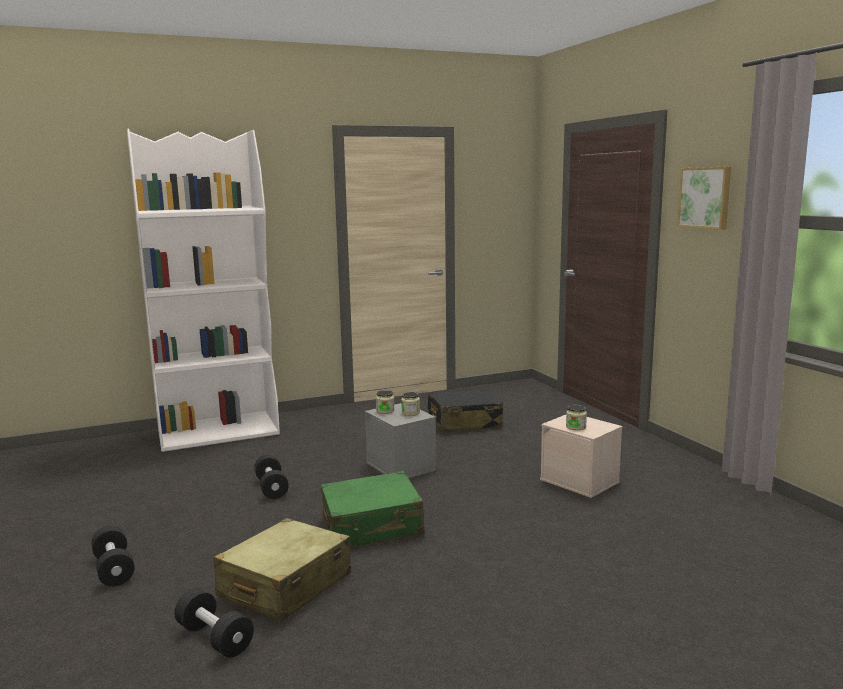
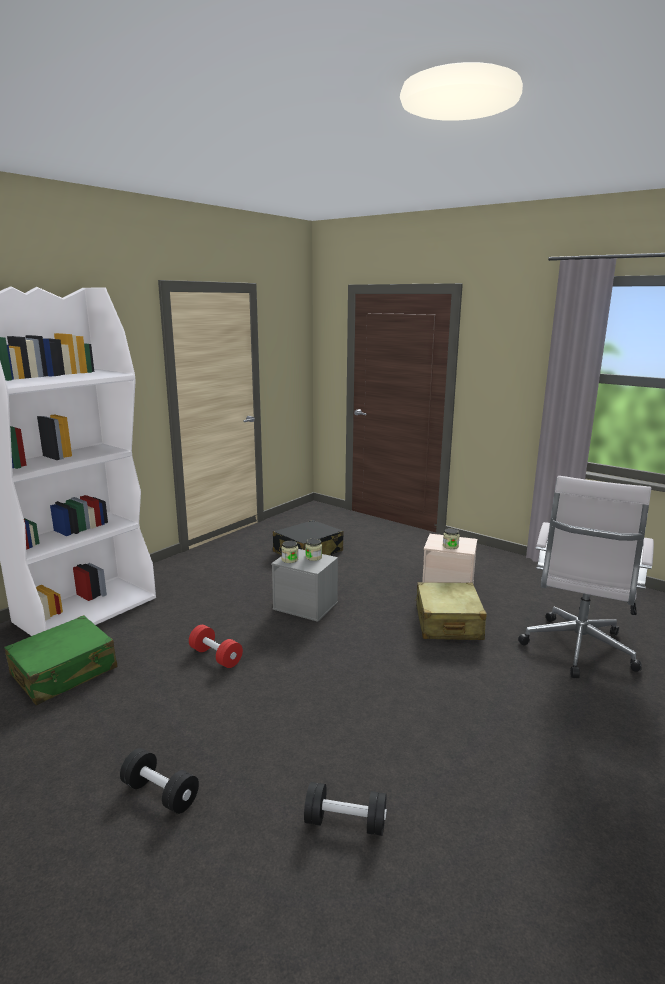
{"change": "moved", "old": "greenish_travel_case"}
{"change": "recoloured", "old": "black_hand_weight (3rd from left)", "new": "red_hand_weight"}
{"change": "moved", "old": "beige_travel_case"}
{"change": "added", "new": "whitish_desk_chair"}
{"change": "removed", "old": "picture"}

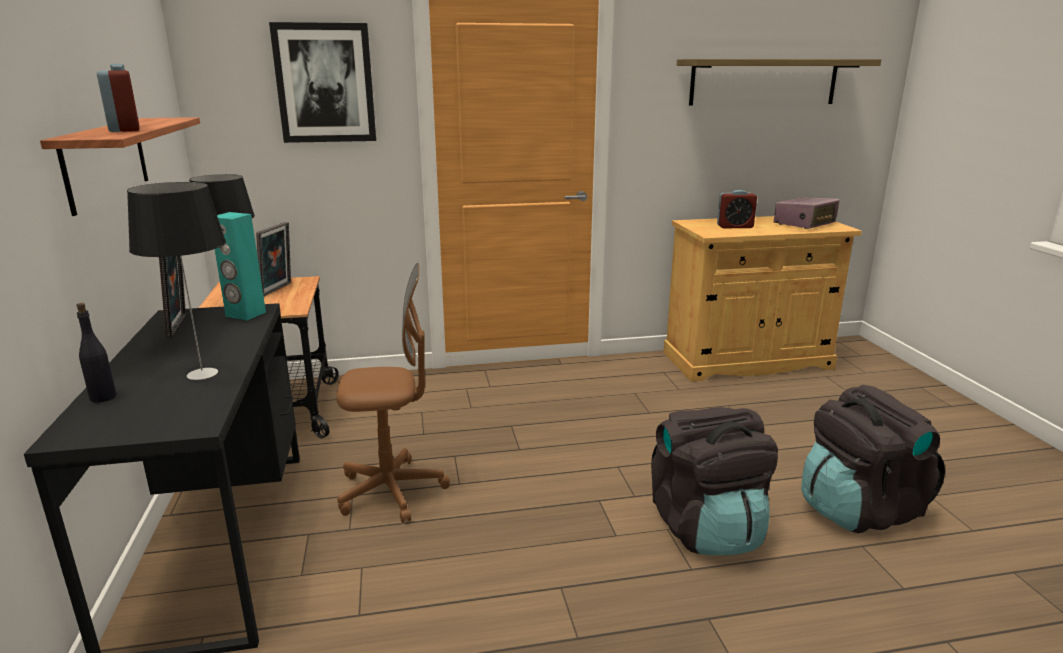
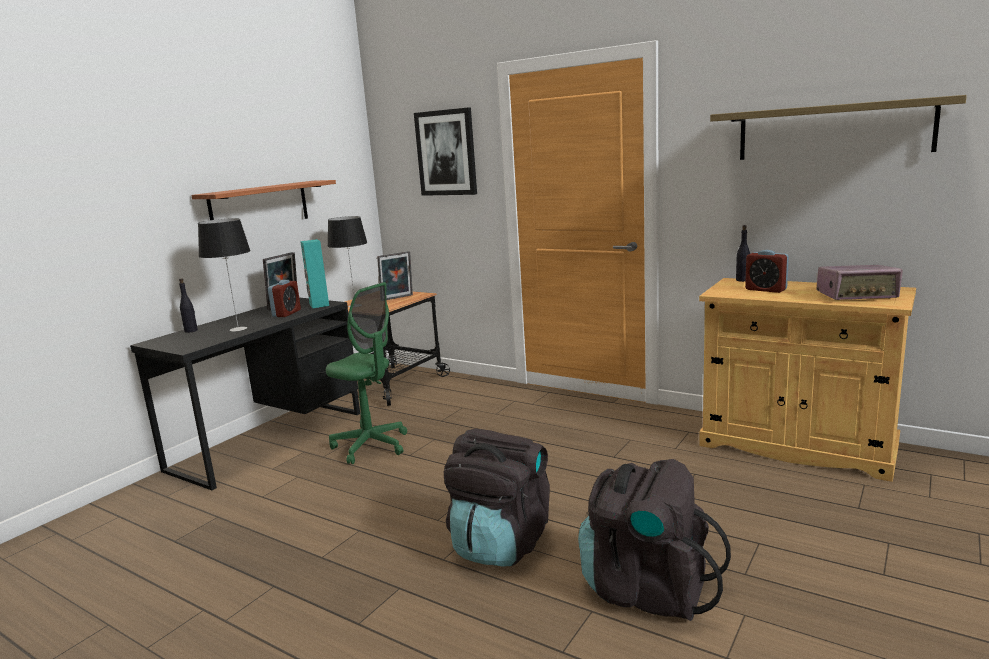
{"change": "moved", "old": "bedside_clock (1st from left)"}
{"change": "recoloured", "old": "brown-coloured_desk_chair", "new": "greenish_desk_chair"}
{"change": "added", "new": "black_bottle (2nd from left)"}

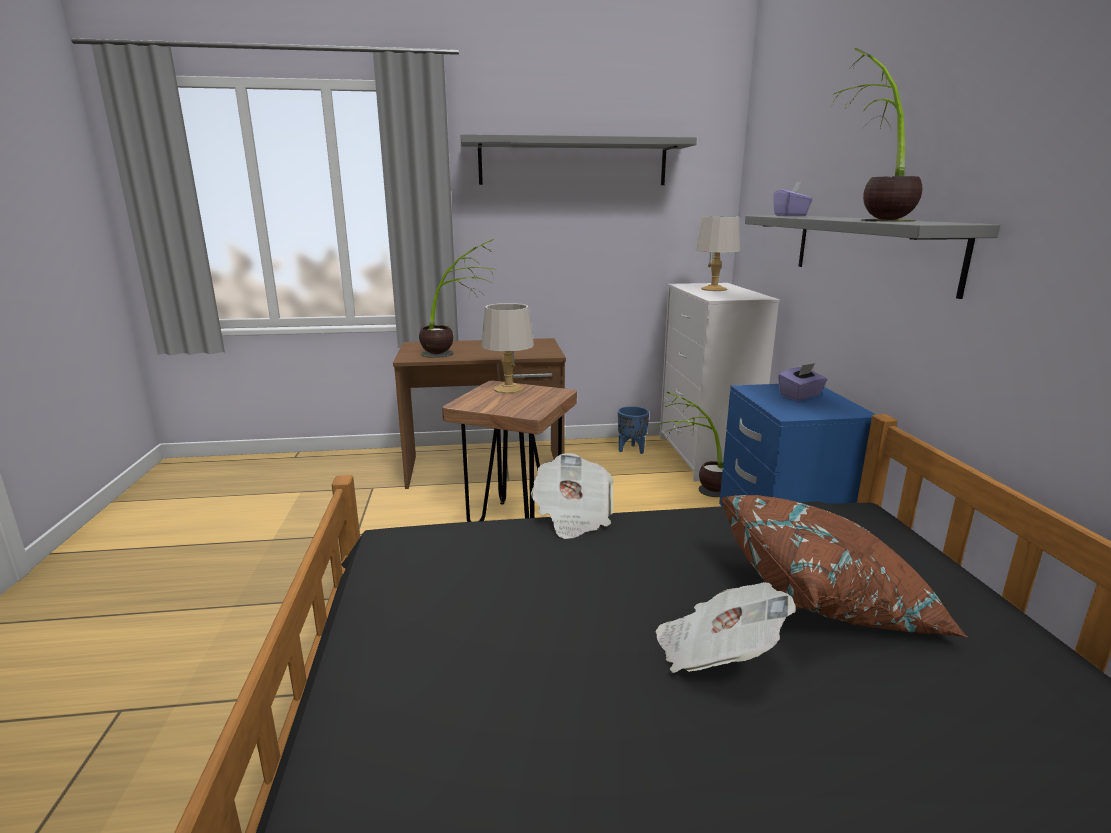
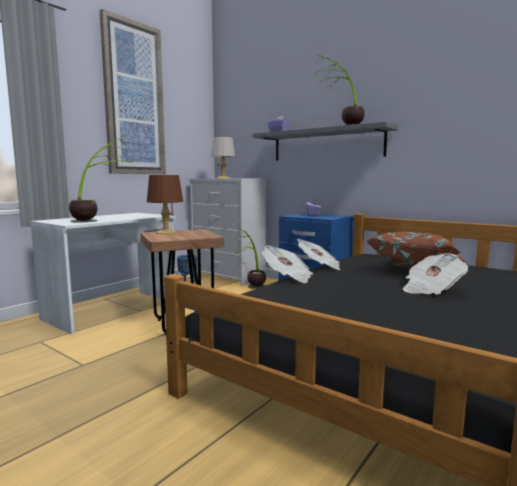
{"change": "recoloured", "old": "brown-coloured_desk_table", "new": "whitish_desk_table"}
{"change": "replaced", "old": "greyish_bracket_shelf (1st from left)", "new": "picture"}
{"change": "recoloured", "old": "greyish_table_lamp (1st from left)", "new": "brown-coloured_table_lamp"}
{"change": "added", "new": "daily_paper (2nd from left)"}

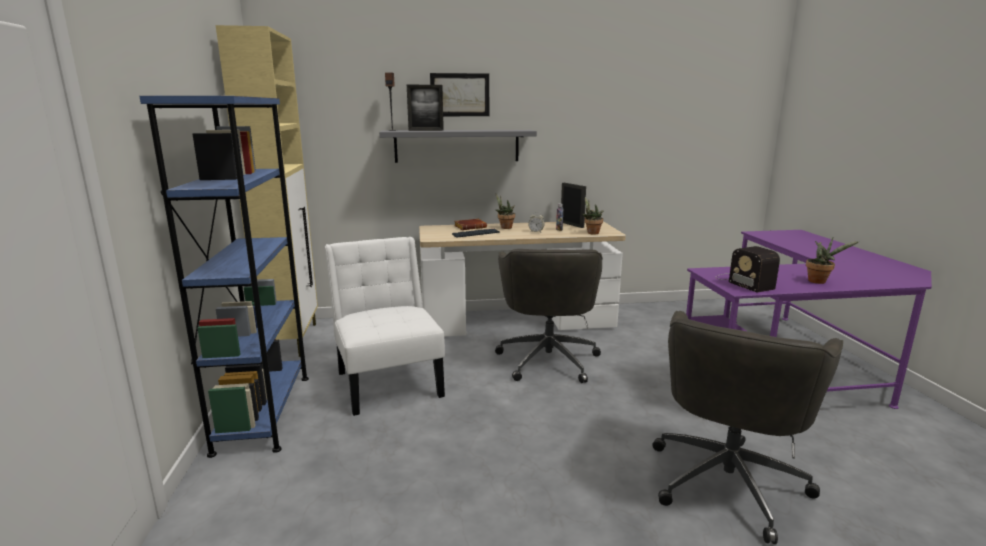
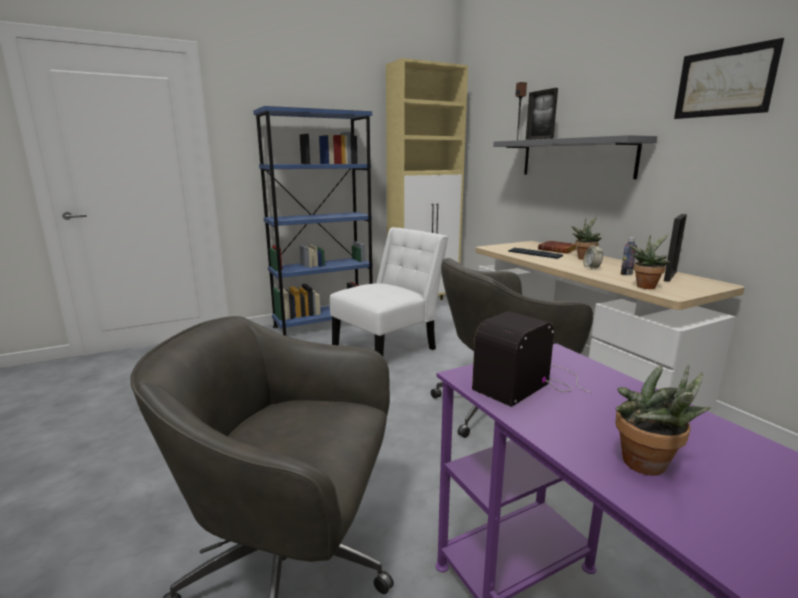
{"change": "moved", "old": "picture"}

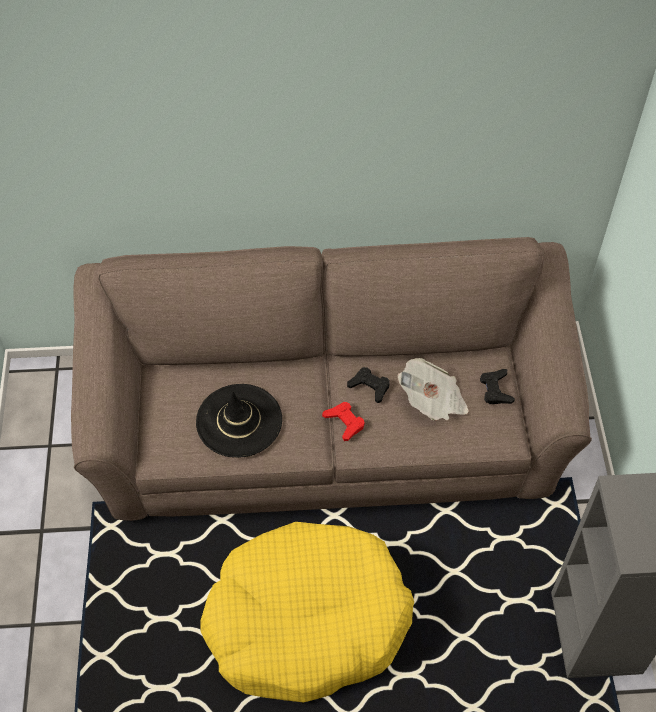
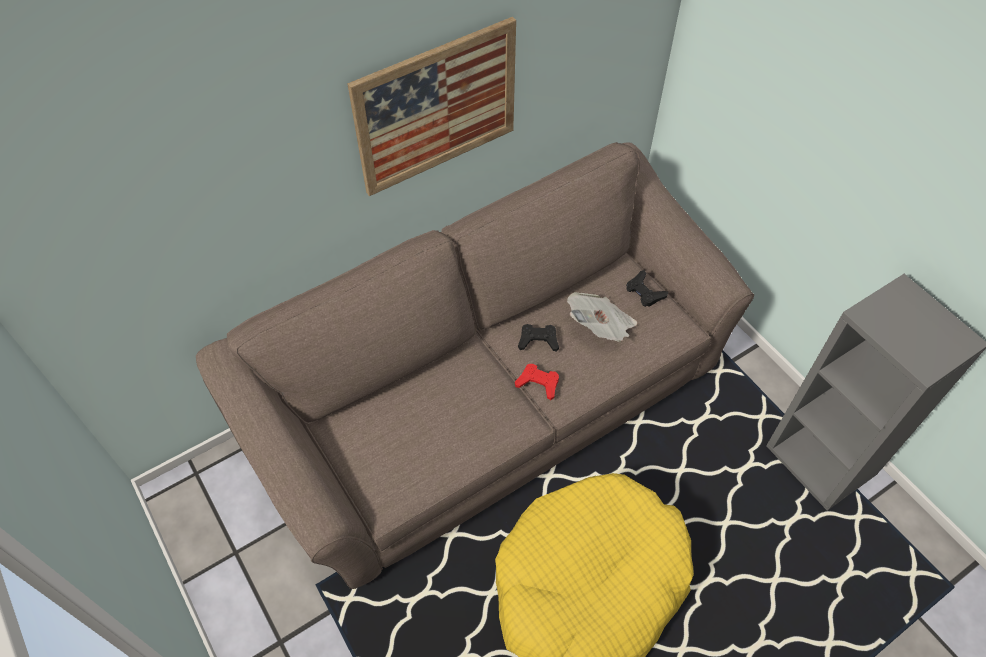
{"change": "added", "new": "picture"}
{"change": "removed", "old": "black_hat"}

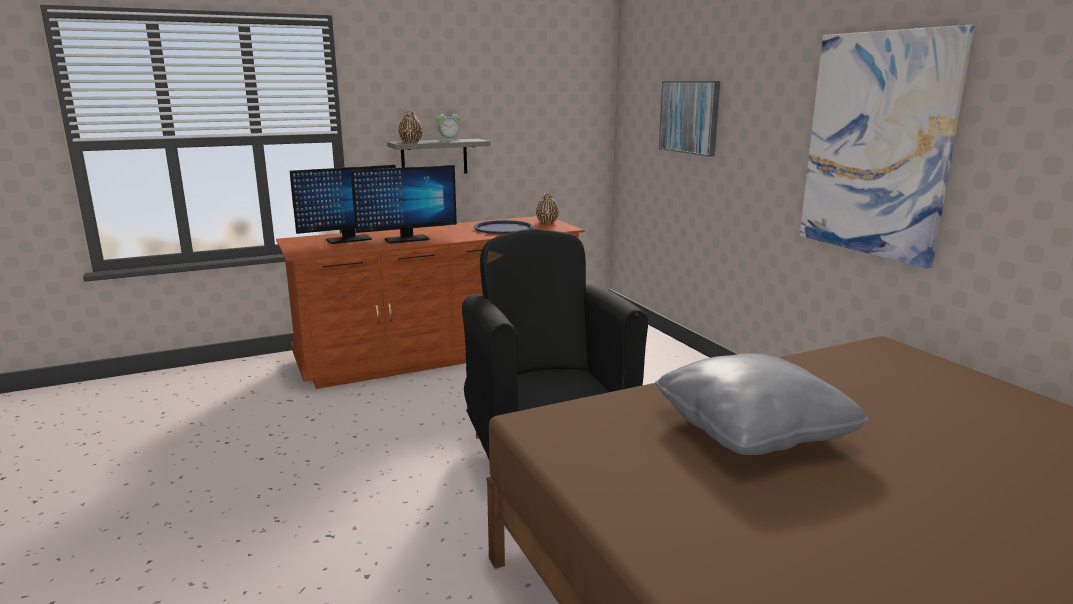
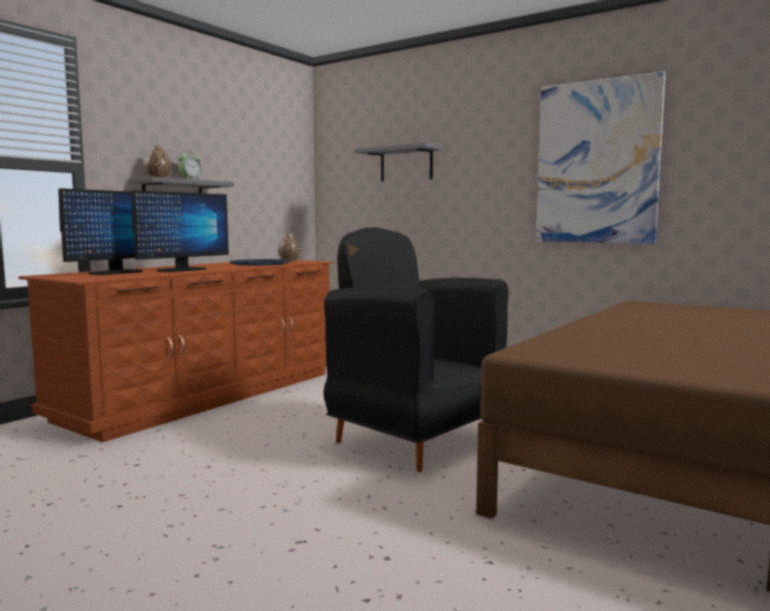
{"change": "replaced", "old": "picture (1st from left)", "new": "greyish_bracket_shelf (2nd from left)"}
{"change": "removed", "old": "greyish_pillow"}

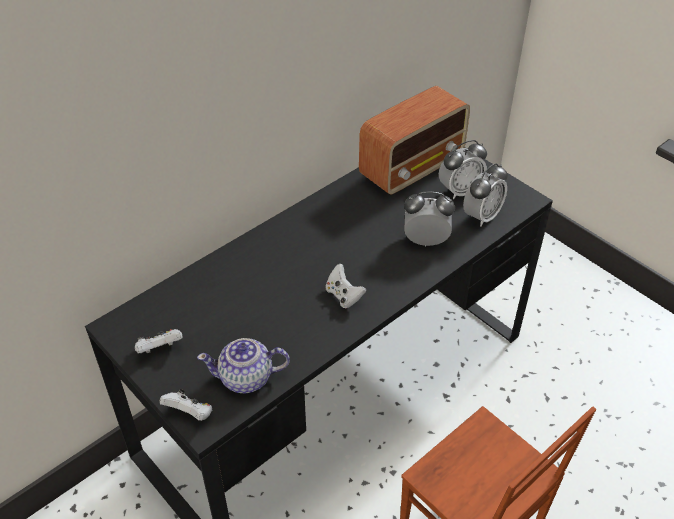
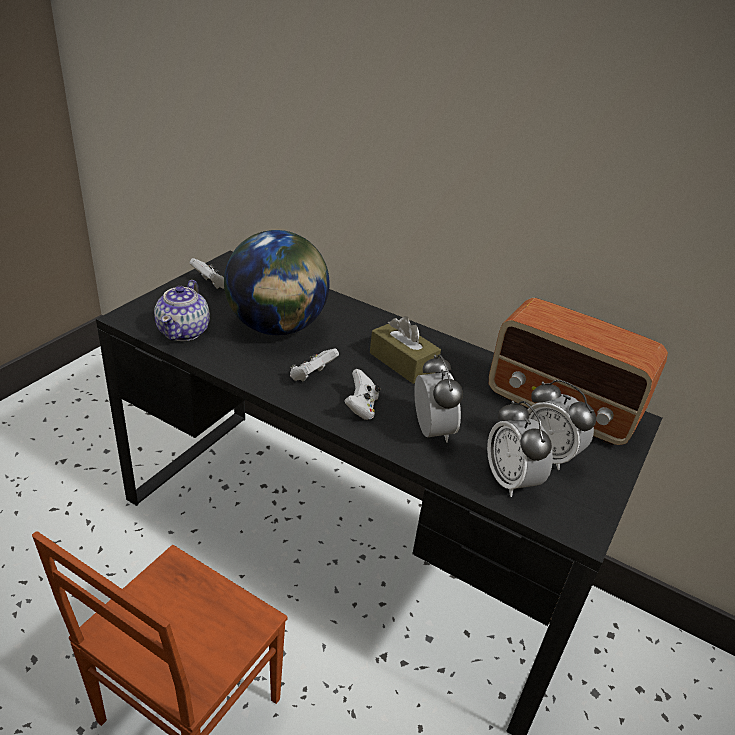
{"change": "turned", "old": "tea_pot", "degrees": -150}
{"change": "added", "new": "world_globe"}
{"change": "moved", "old": "whitish_game_controller (2nd from left in the first image)", "new": "whitish_game_controller (3rd from left)"}
{"change": "added", "new": "brown-coloured_box_of_tissues"}
{"change": "turned", "old": "bedside_clock (3rd from left in the first image)", "degrees": 45}

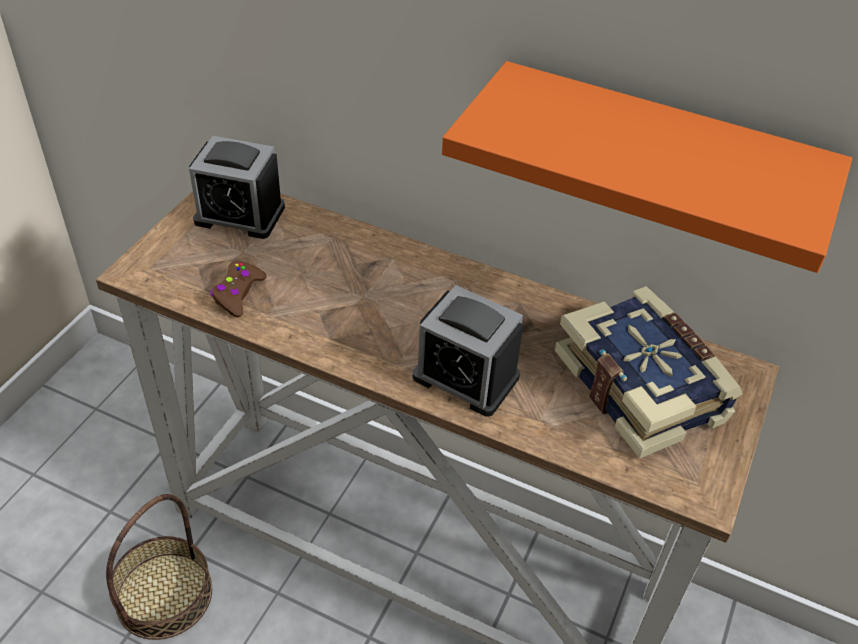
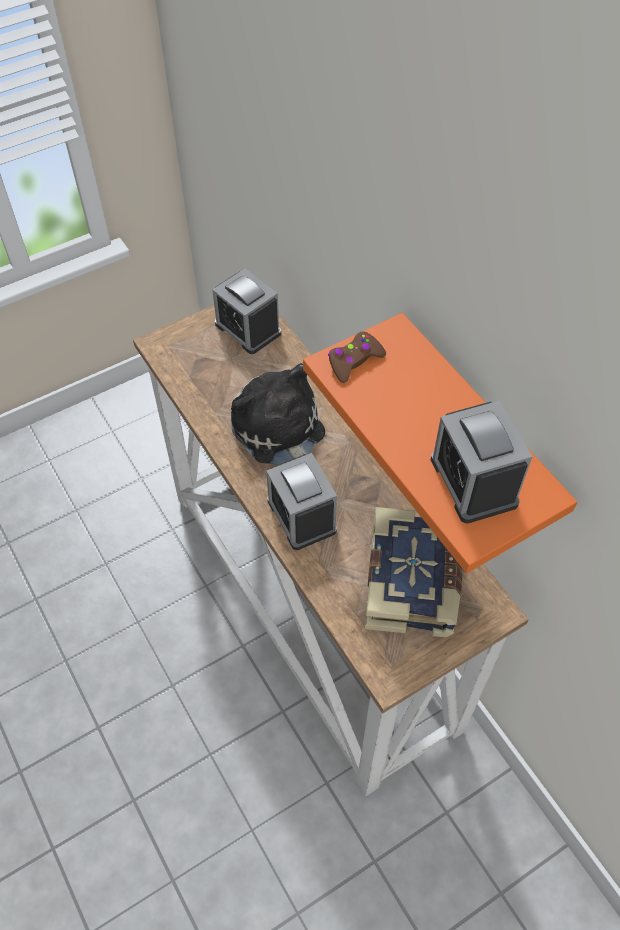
{"change": "added", "new": "cuddly_toy"}
{"change": "moved", "old": "brown-coloured_game_controller"}
{"change": "added", "new": "bedside_clock (3rd from left)"}
{"change": "removed", "old": "storage_basket"}

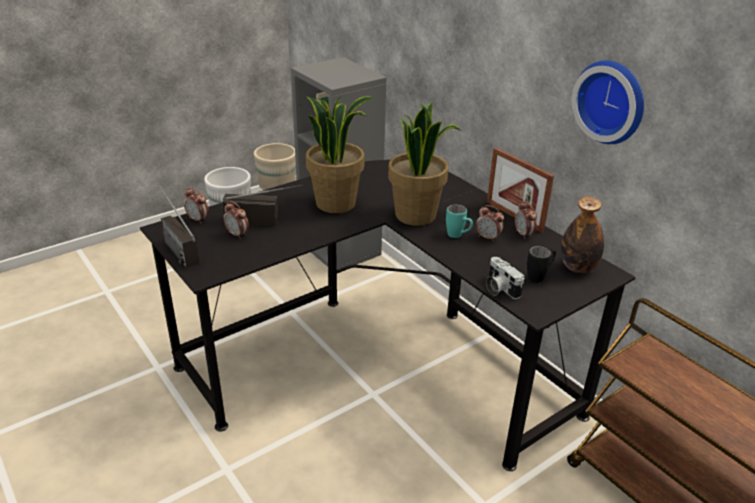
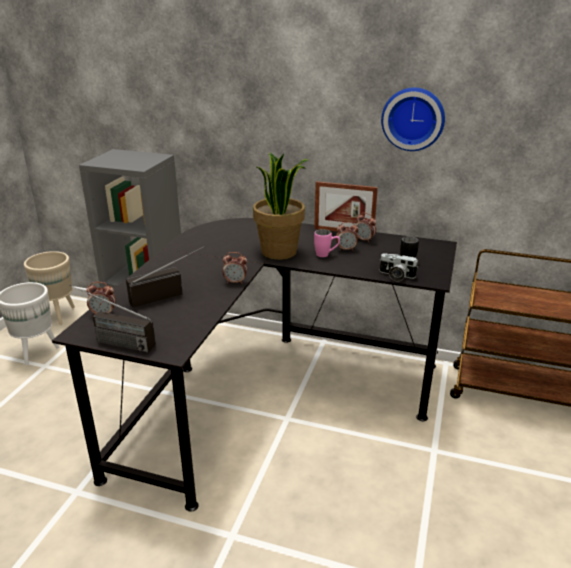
{"change": "moved", "old": "bedside_clock (2nd from left)"}
{"change": "recoloured", "old": "blue-green_mug", "new": "pink_mug"}
{"change": "removed", "old": "houseplant (1st from left)"}
{"change": "removed", "old": "bottle"}

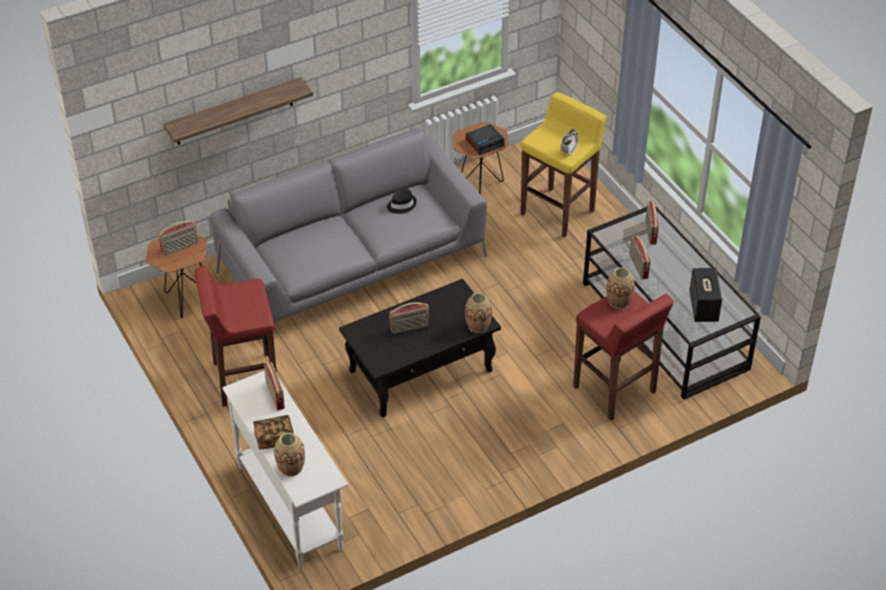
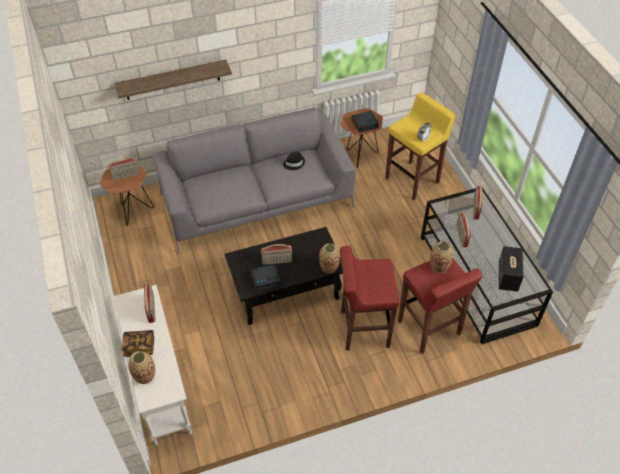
{"change": "added", "new": "bedside_clock (1st from left)"}
{"change": "moved", "old": "red_stool_seat (1st from left)"}

